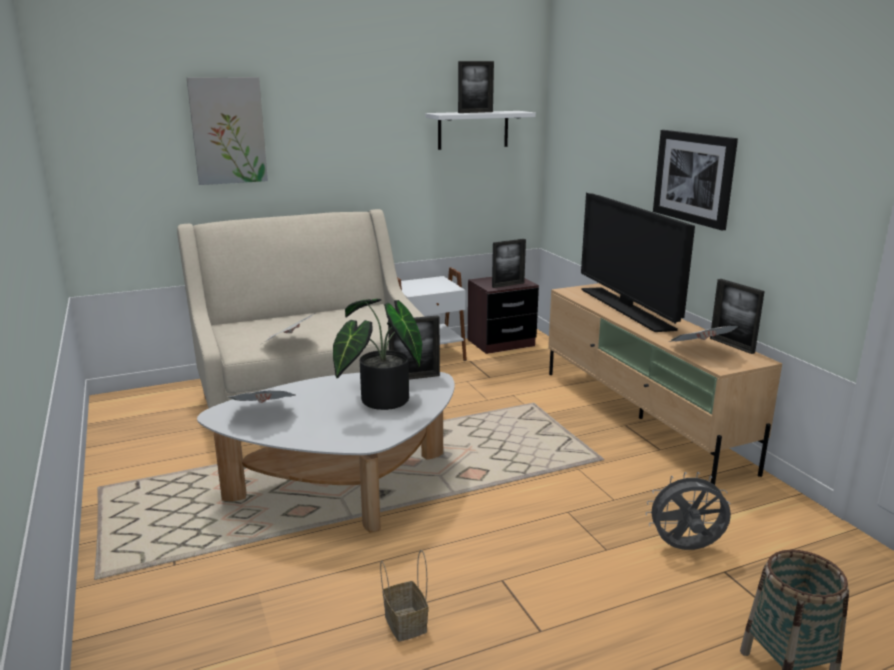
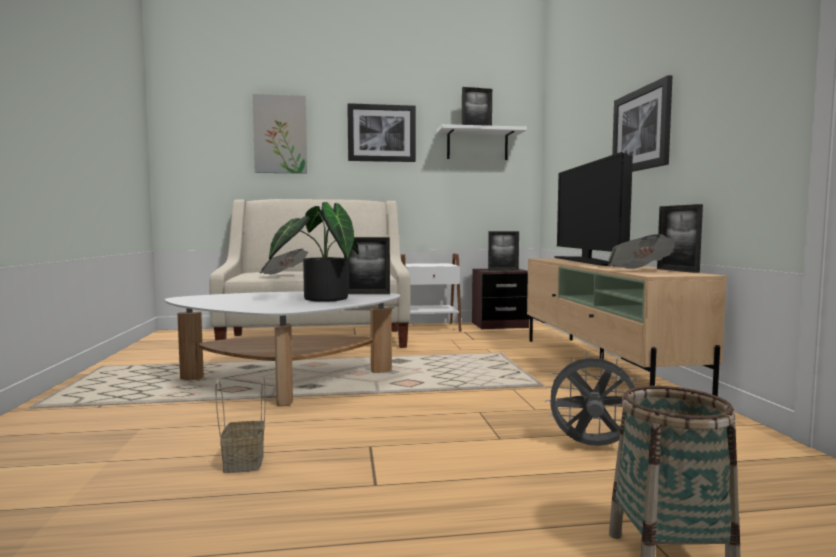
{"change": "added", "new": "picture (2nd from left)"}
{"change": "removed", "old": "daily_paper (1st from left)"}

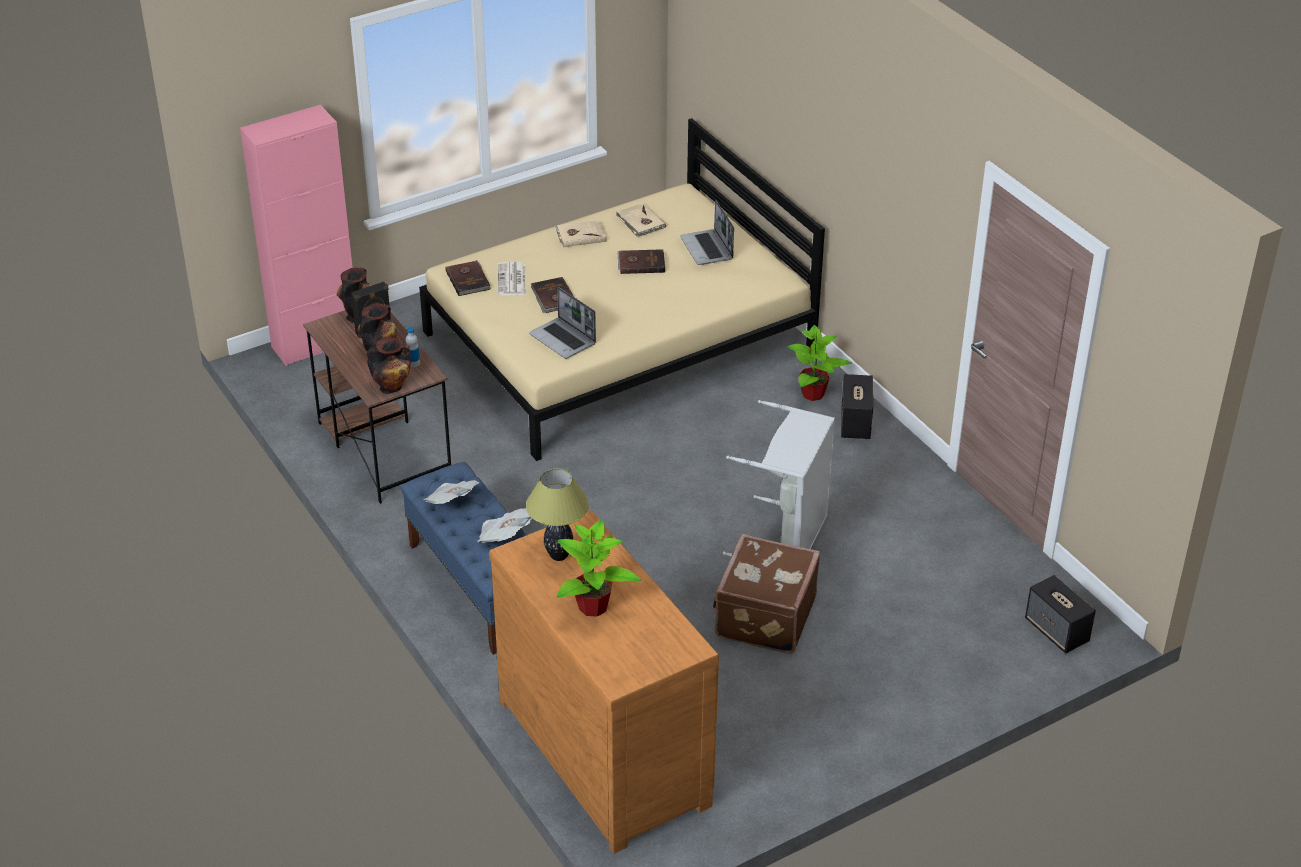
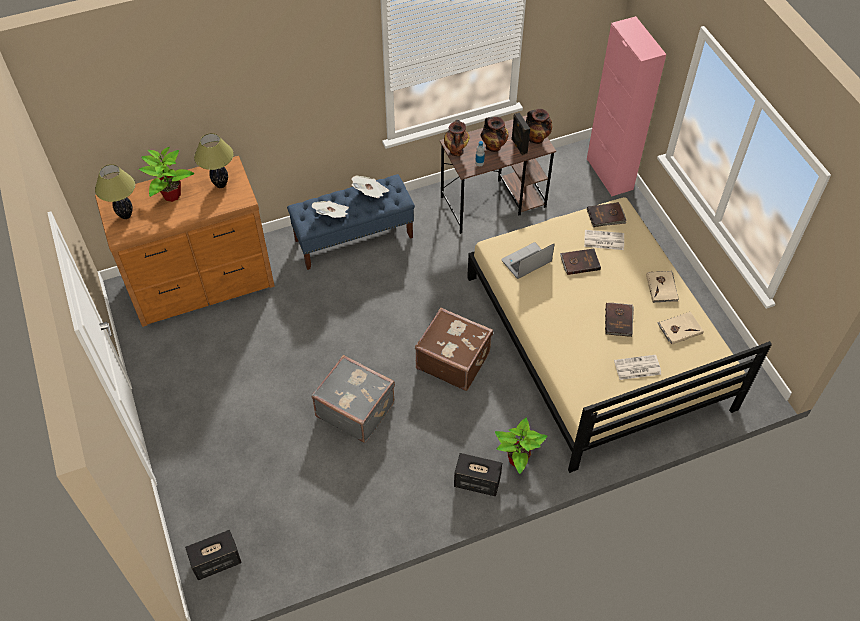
{"change": "added", "new": "table_lamp (1st from left)"}
{"change": "replaced", "old": "greyish_washing_basket", "new": "greyish_travel_case"}
{"change": "moved", "old": "brown-coloured_travel_case"}
{"change": "replaced", "old": "laptop (2nd from left)", "new": "daily_paper (4th from left)"}

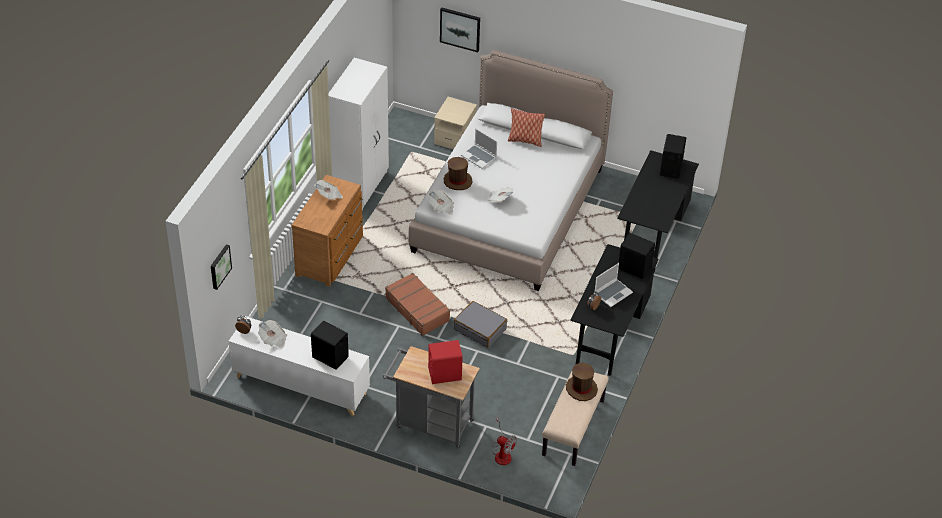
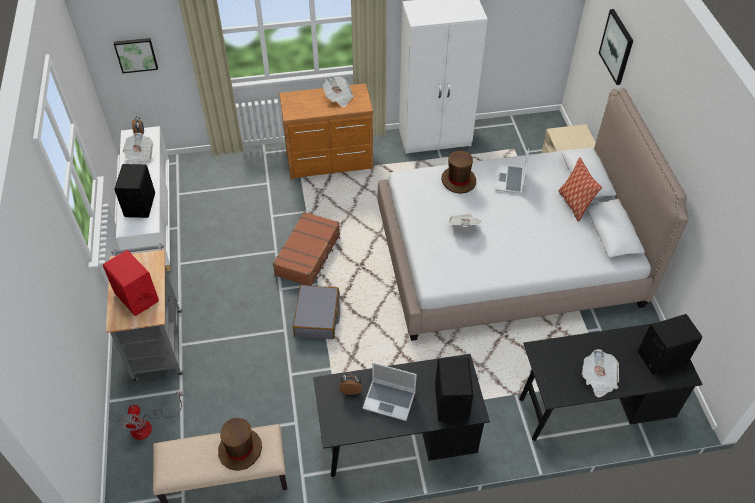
{"change": "moved", "old": "daily_paper (3rd from left in the first image)", "new": "daily_paper (4th from left)"}

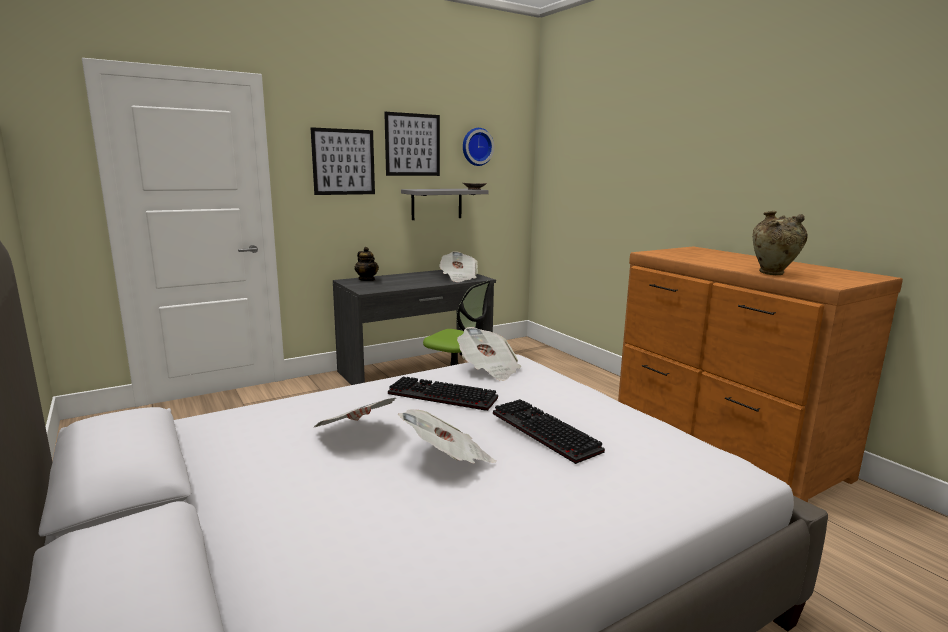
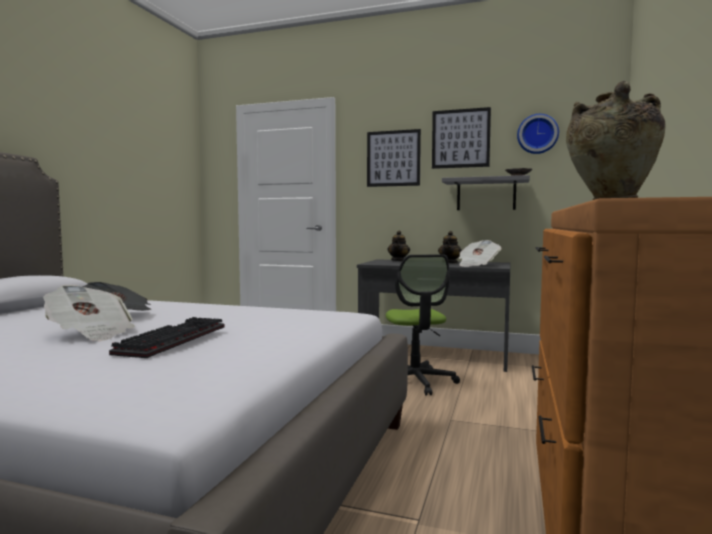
{"change": "added", "new": "tea_pot (2nd from left)"}
{"change": "removed", "old": "PC_keyboard (1st from left)"}
{"change": "removed", "old": "daily_paper (4th from left)"}

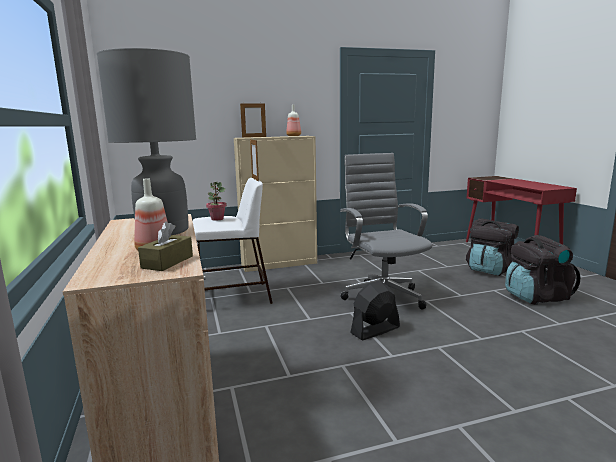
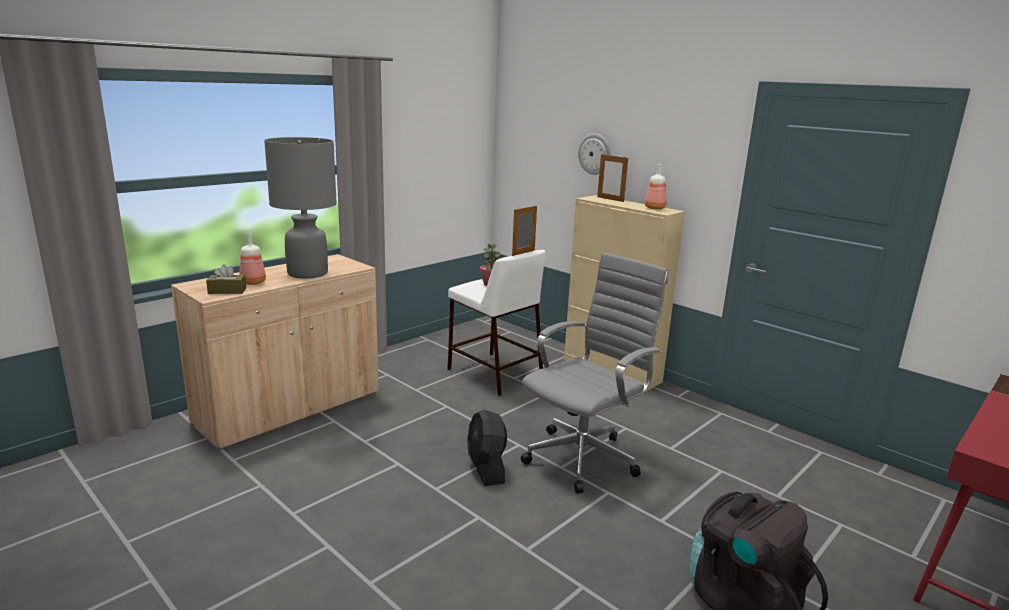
{"change": "turned", "old": "black_electric_fan", "degrees": -135}
{"change": "added", "new": "clock_on_the_wall"}
{"change": "removed", "old": "black_backpack (1st from left)"}

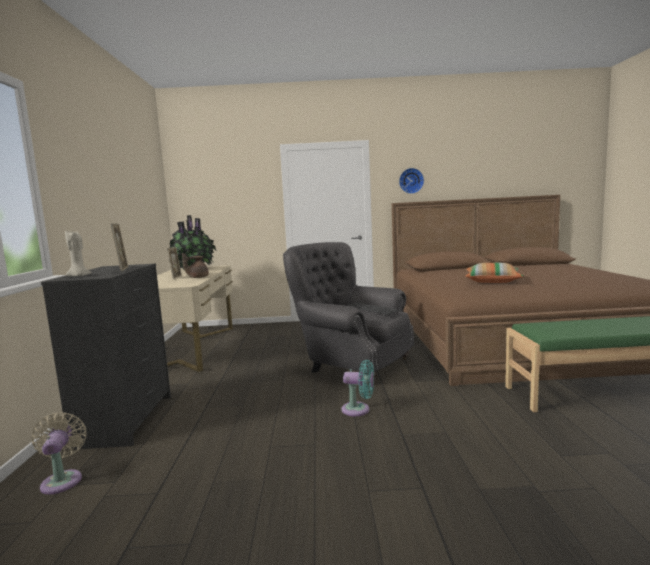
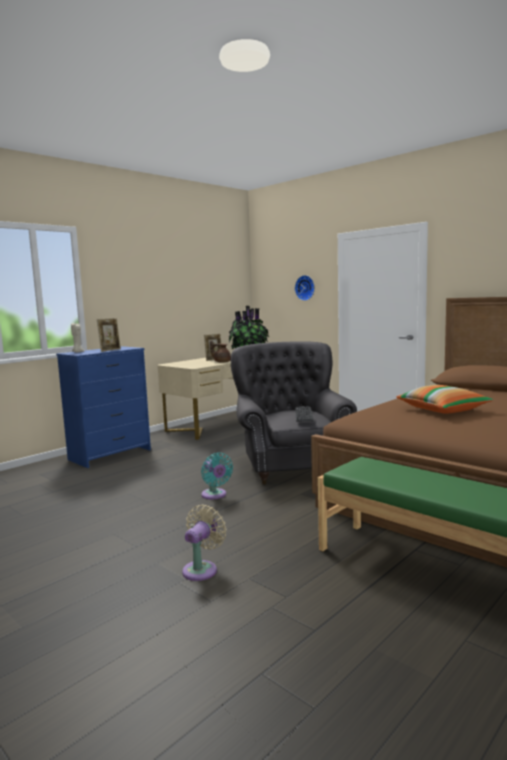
{"change": "recoloured", "old": "black_chest_of_drawers", "new": "blue-coloured_chest_of_drawers"}
{"change": "moved", "old": "beige_electric_fan"}
{"change": "moved", "old": "clock_on_the_wall"}

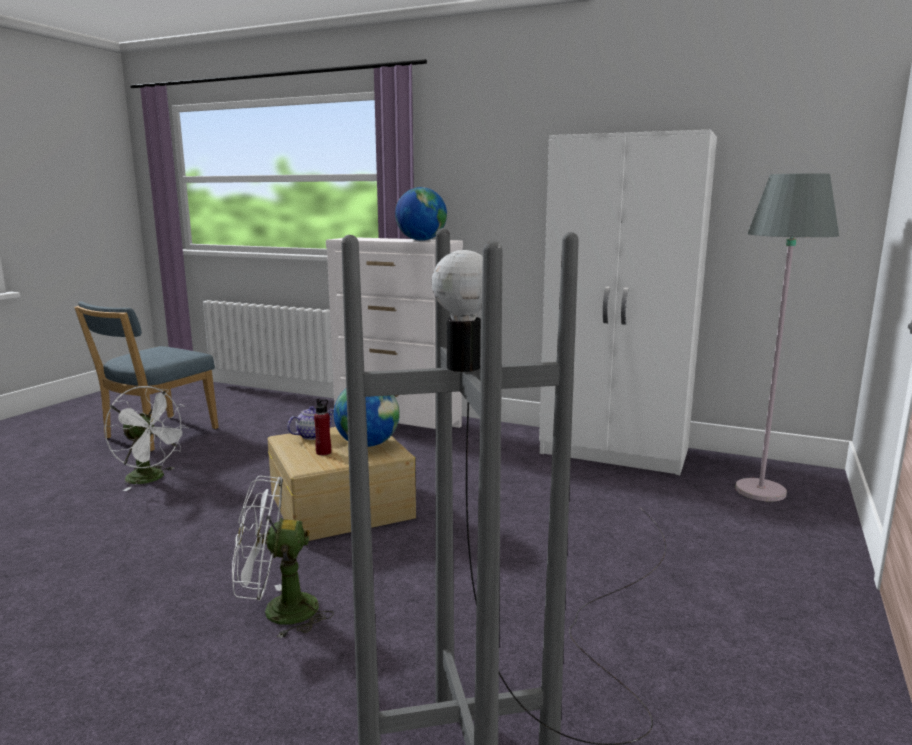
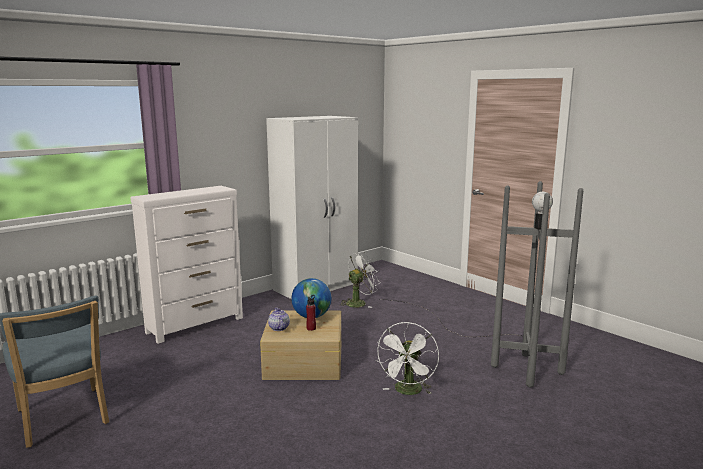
{"change": "moved", "old": "whitish_electric_fan (1st from left)"}
{"change": "removed", "old": "world_globe (2nd from left)"}
{"change": "removed", "old": "greyish_standing_lamp (2nd from left)"}

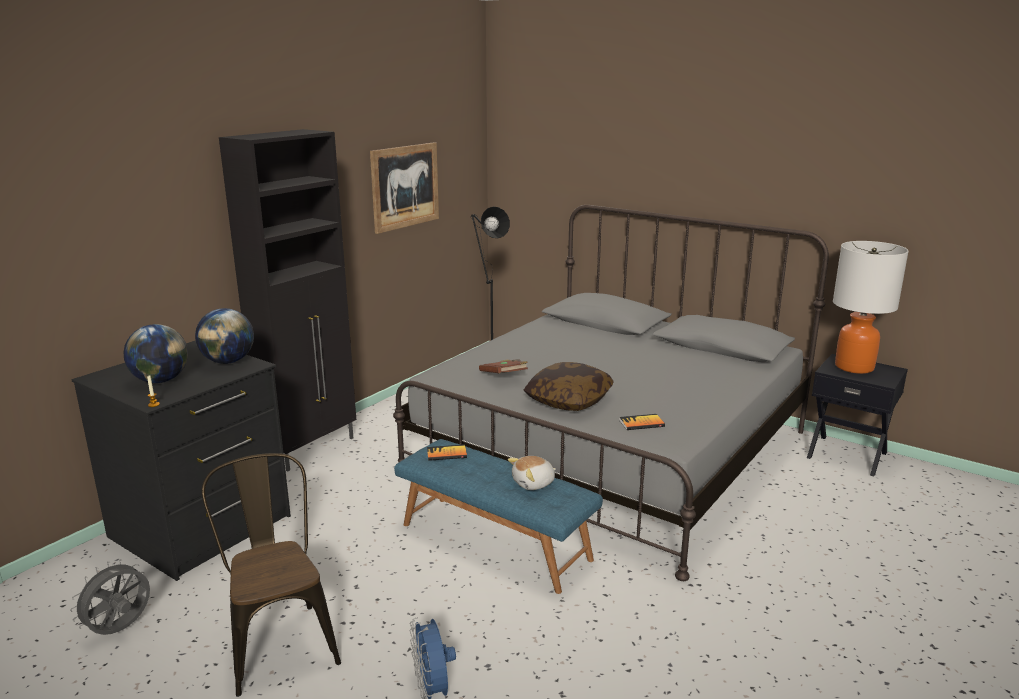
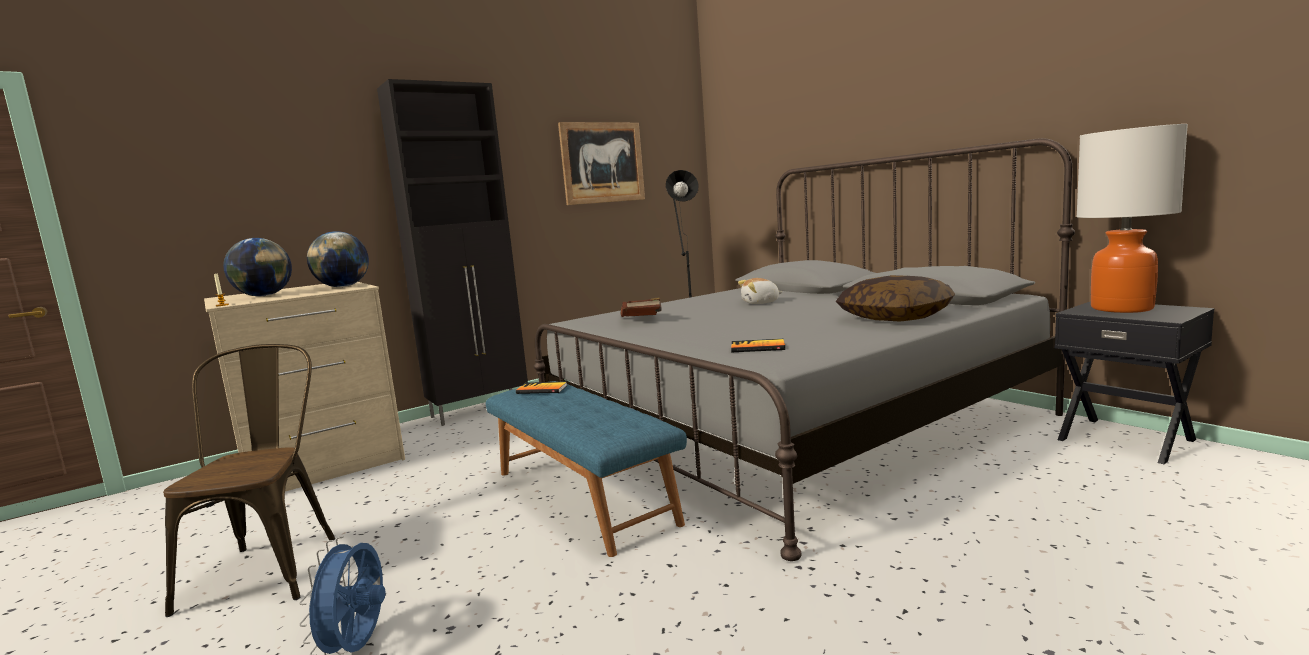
{"change": "recoloured", "old": "black_chest_of_drawers", "new": "beige_chest_of_drawers"}
{"change": "moved", "old": "cuddly_toy"}
{"change": "moved", "old": "pillow"}
{"change": "removed", "old": "greyish_electric_fan"}

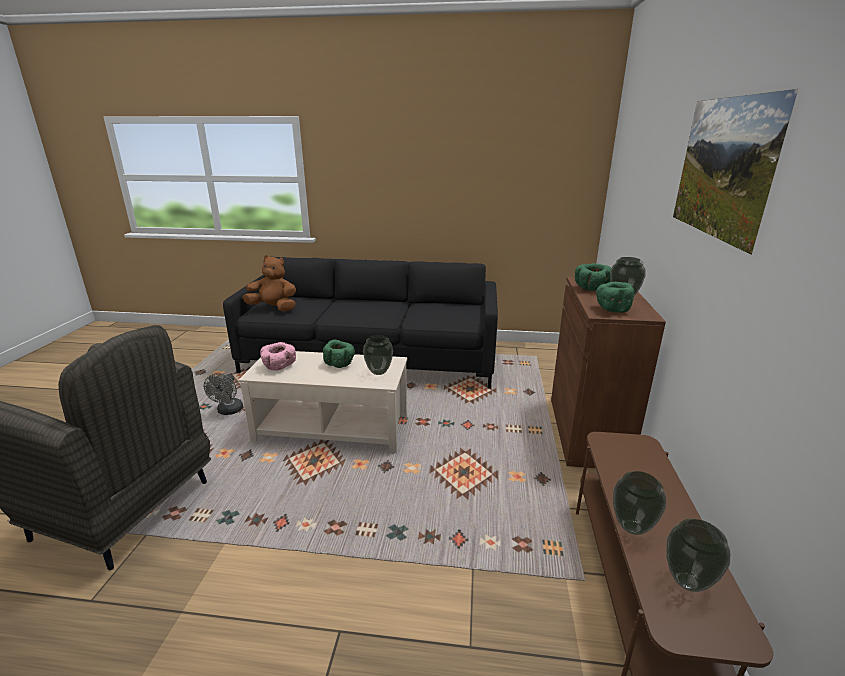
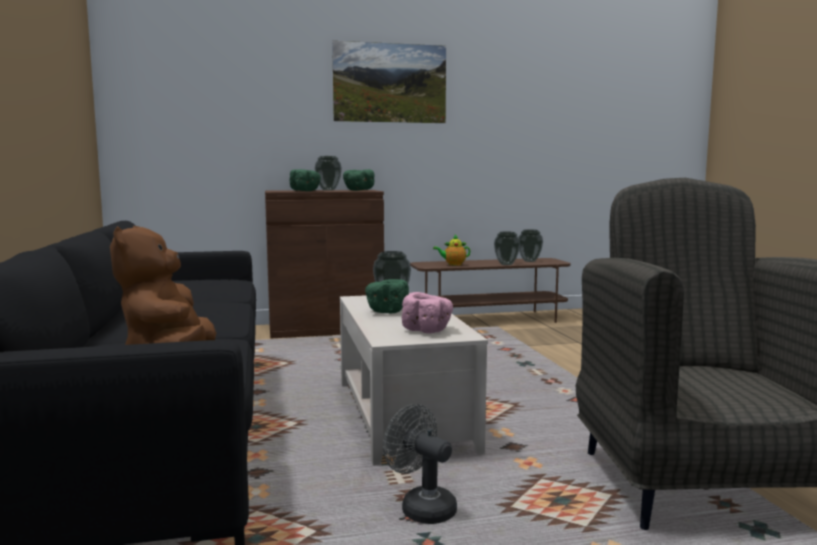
{"change": "turned", "old": "greyish_electric_fan", "degrees": -120}
{"change": "added", "new": "tea_pot"}

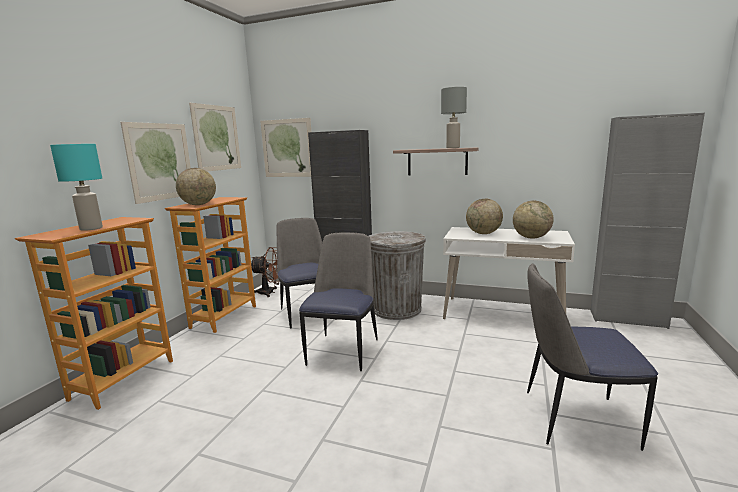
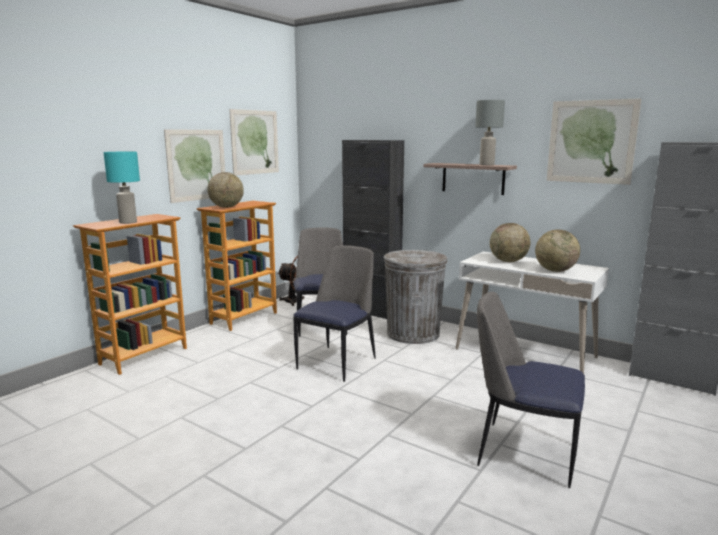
{"change": "moved", "old": "picture (3rd from left)"}

